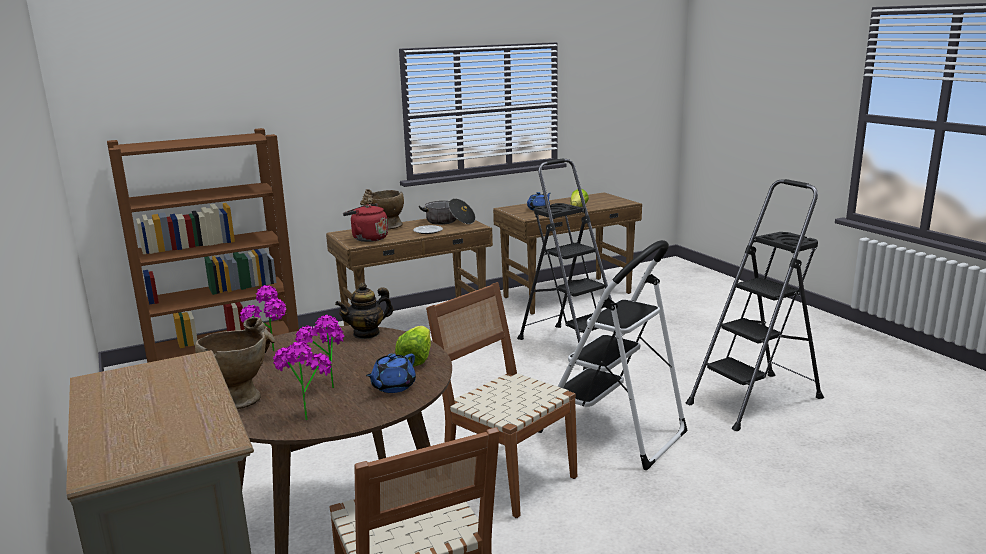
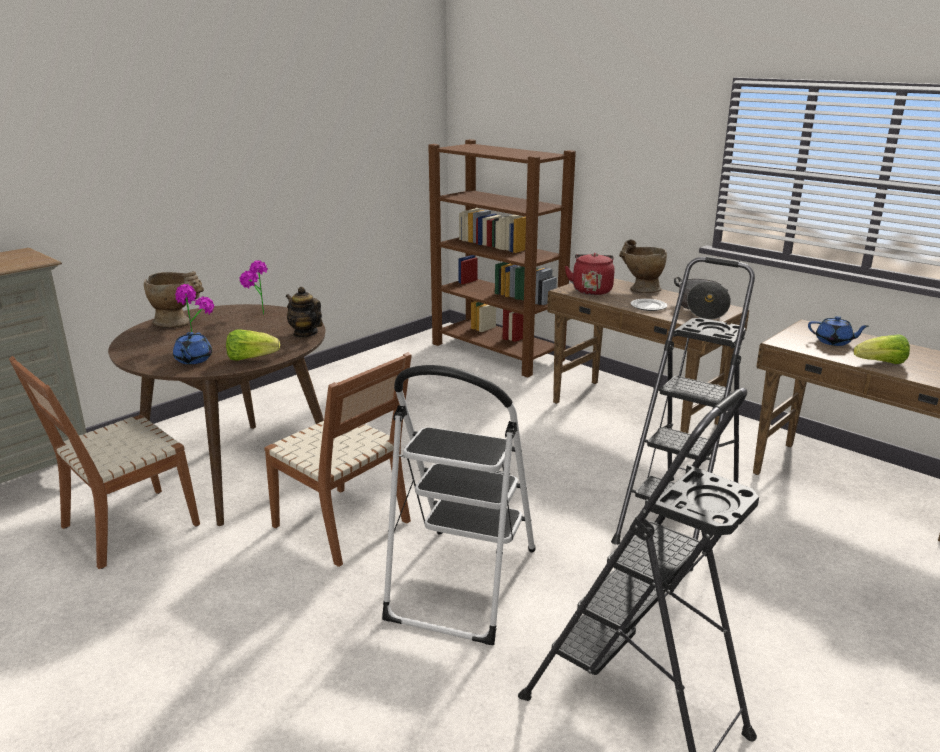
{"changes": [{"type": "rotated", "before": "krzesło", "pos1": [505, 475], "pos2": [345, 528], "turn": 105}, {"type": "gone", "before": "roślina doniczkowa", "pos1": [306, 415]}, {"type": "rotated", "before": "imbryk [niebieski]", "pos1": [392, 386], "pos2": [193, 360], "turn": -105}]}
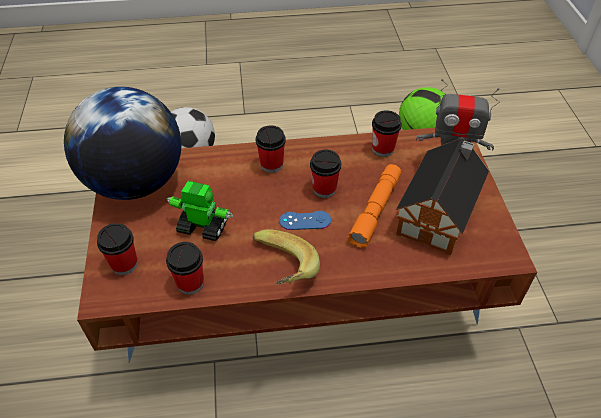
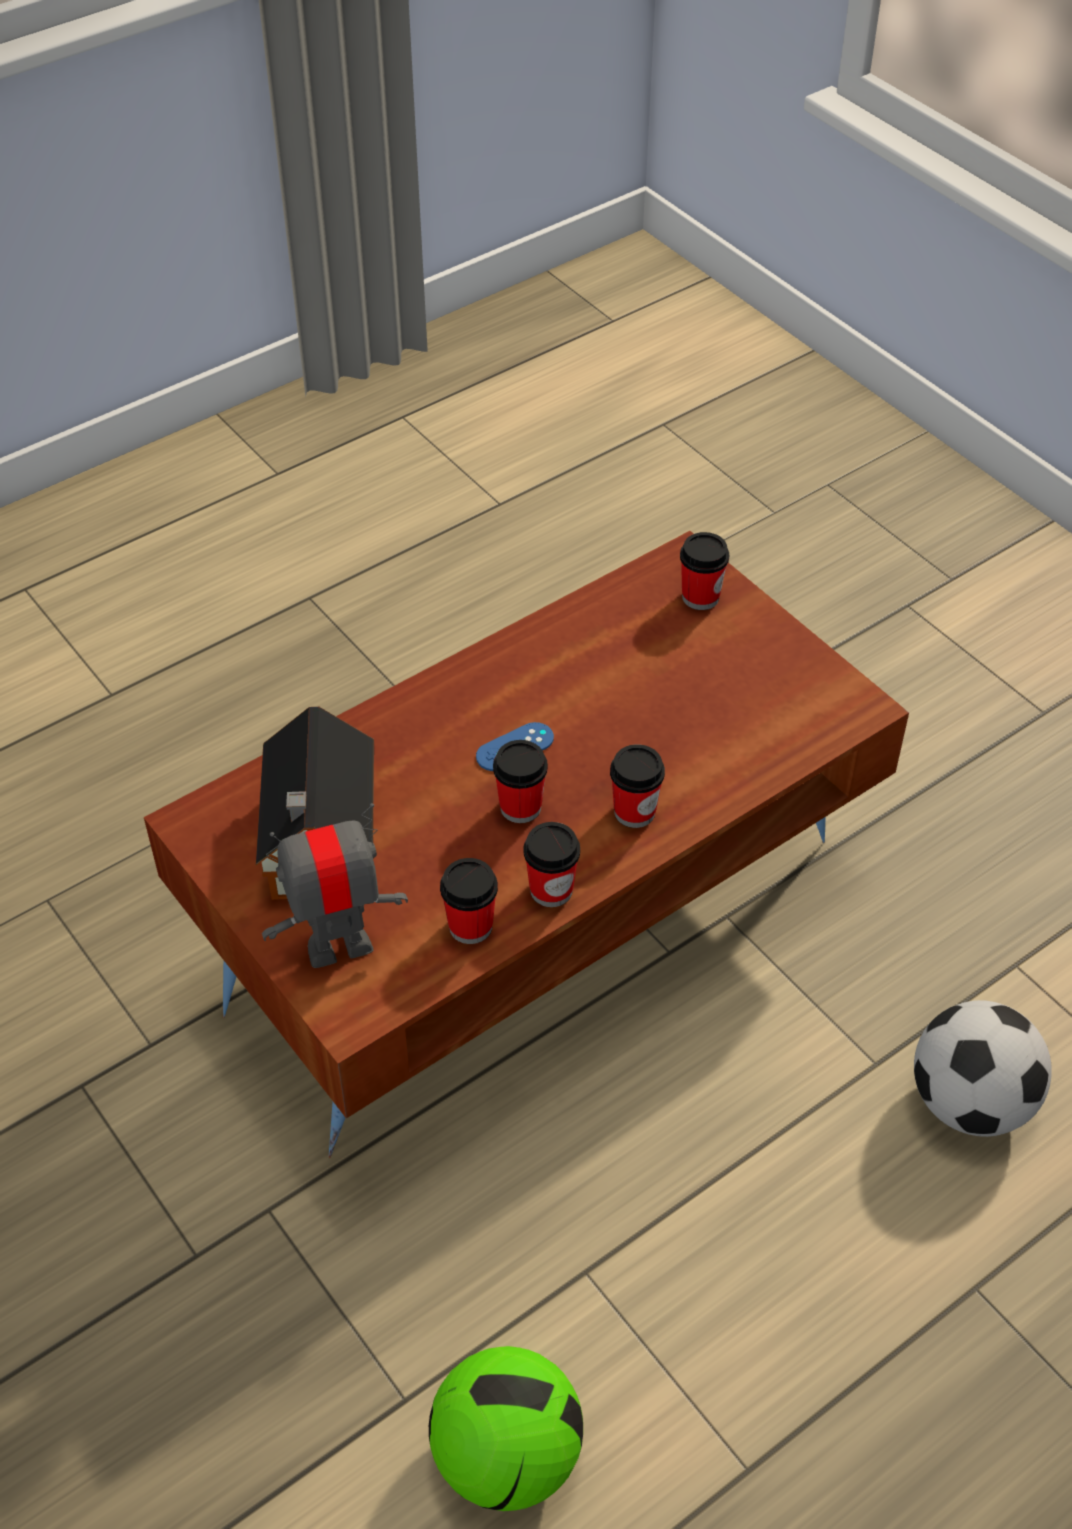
{"changes": [{"type": "gone", "before": "globus", "pos1": [136, 182]}, {"type": "gone", "before": "latarka [pomarańczowy]", "pos1": [375, 210]}, {"type": "gone", "before": "robot zabawkowy", "pos1": [203, 226]}, {"type": "gone", "before": "banan", "pos1": [280, 271]}, {"type": "shifted", "before": "filiżanka", "pos1": [190, 283], "pos2": [551, 890]}]}
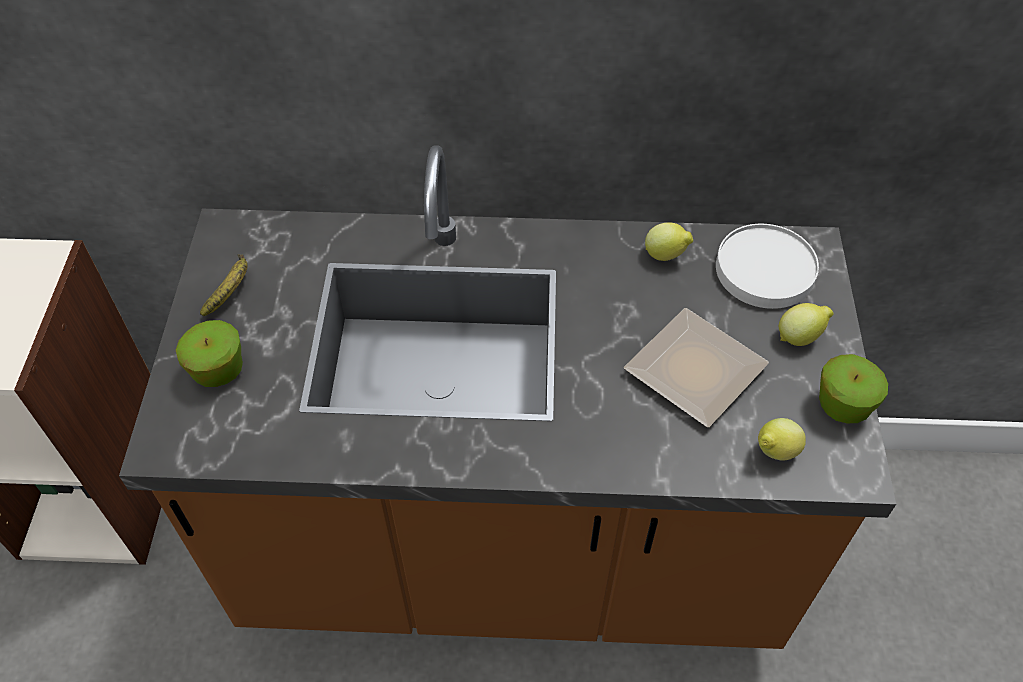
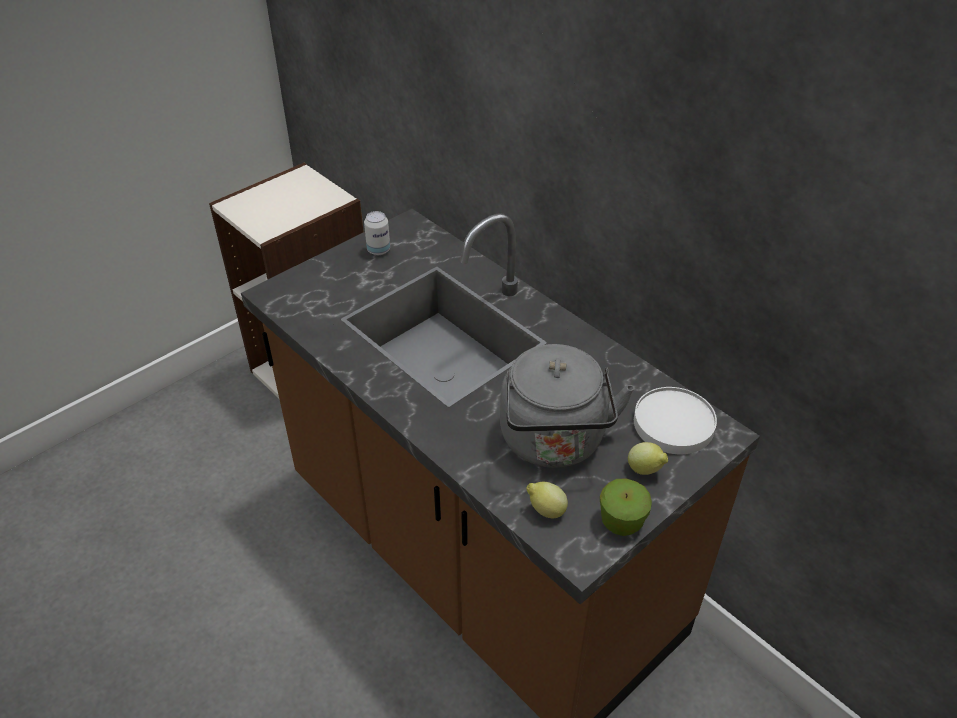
{"changes": [{"type": "gone", "before": "cytryna", "pos1": [666, 255]}, {"type": "swapped", "before": "banan", "after": "puszka", "pos1": [231, 290], "pos2": [378, 250]}, {"type": "swapped", "before": "talerz", "after": "czajnik [szary]", "pos1": [695, 375], "pos2": [554, 443]}, {"type": "gone", "before": "jabłko", "pos1": [218, 370]}]}
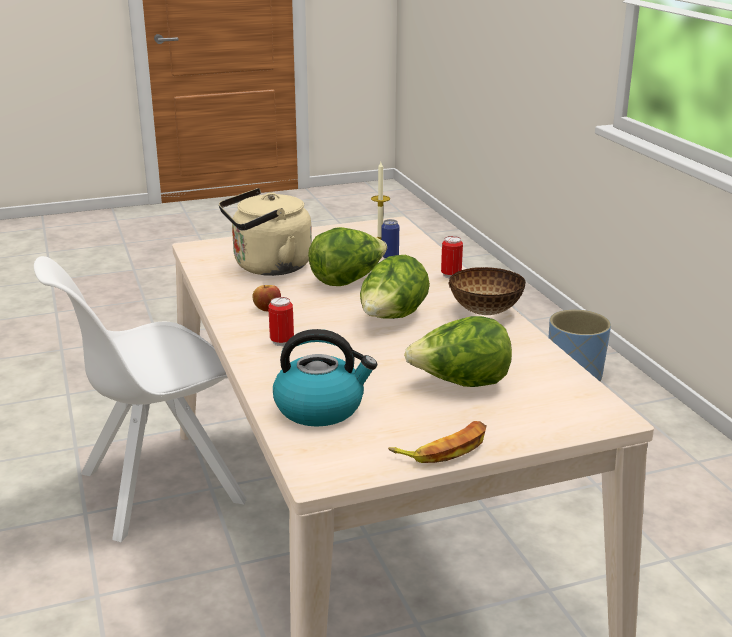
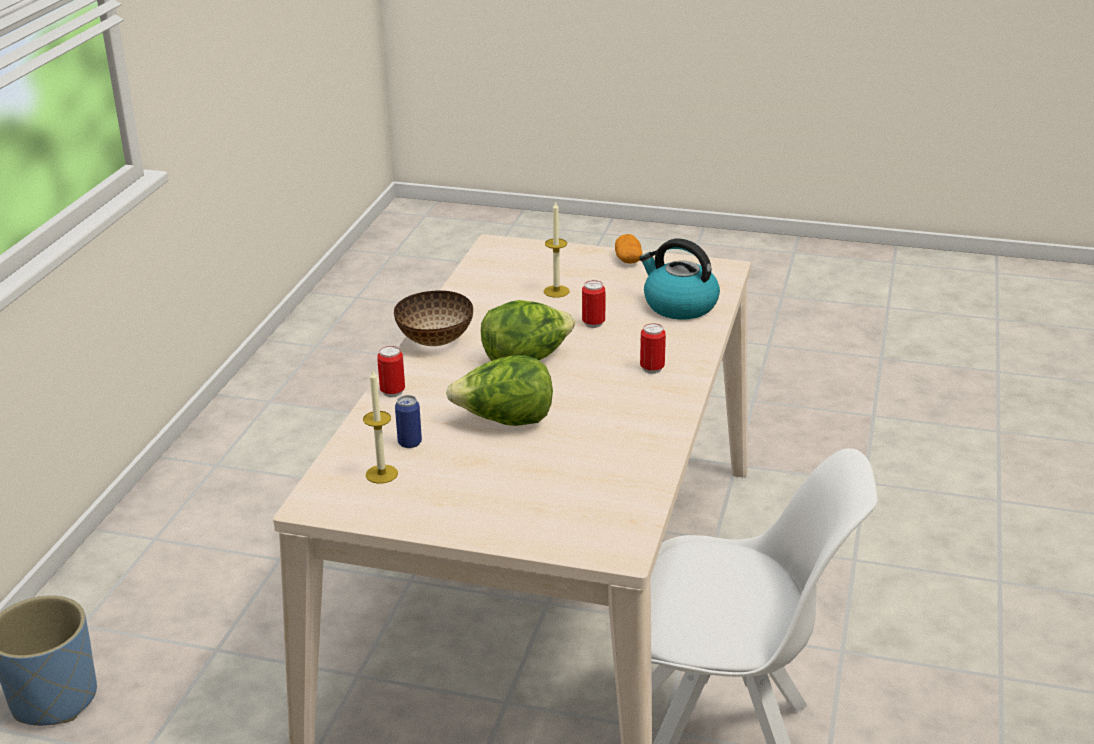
{"changes": [{"type": "gone", "before": "czajnik [beżowy]", "pos1": [268, 267]}, {"type": "gone", "before": "jabłko", "pos1": [267, 309]}, {"type": "swapped", "before": "sałata", "after": "świeca", "pos1": [460, 384], "pos2": [556, 291]}, {"type": "swapped", "before": "banan", "after": "ziemniak", "pos1": [444, 448], "pos2": [628, 260]}, {"type": "new", "after": "puszka", "pos2": [593, 323]}]}
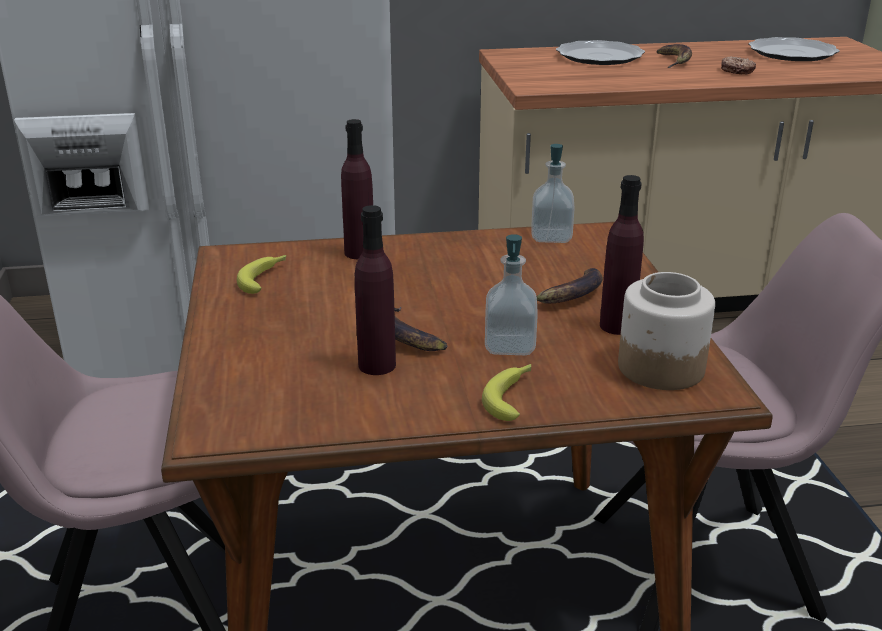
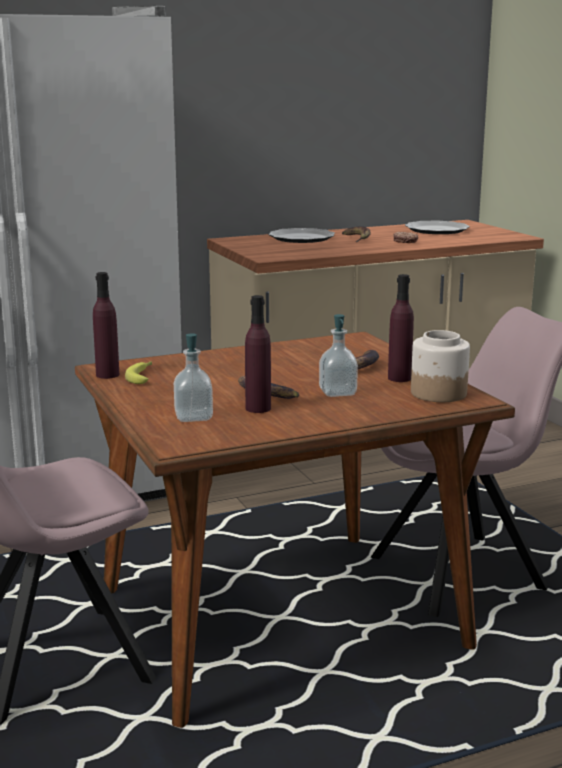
{"changes": [{"type": "shifted", "before": "butelka [fioletowy]", "pos1": [359, 253], "pos2": [107, 375]}, {"type": "shifted", "before": "dozownik mydła", "pos1": [551, 237], "pos2": [193, 417]}, {"type": "gone", "before": "banan", "pos1": [512, 397]}]}
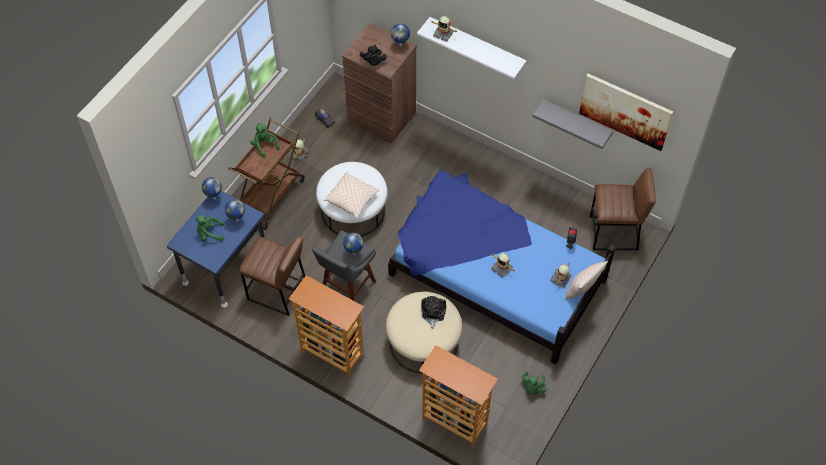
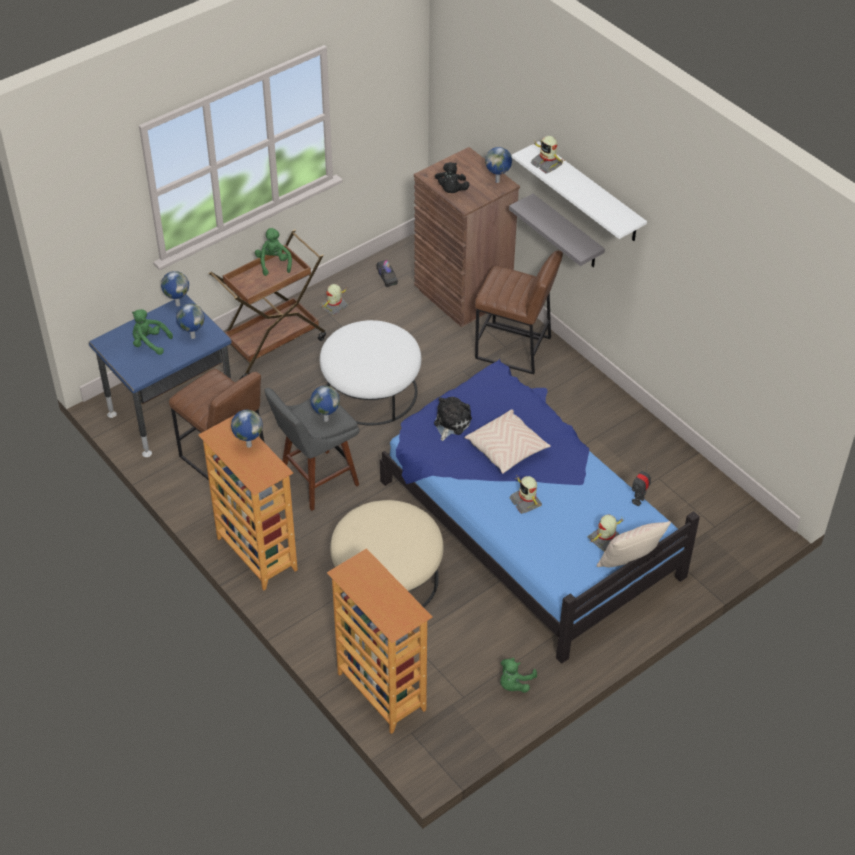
{"changes": [{"type": "gone", "before": "obraz", "pos1": [625, 111]}, {"type": "shifted", "before": "półka [szary]", "pos1": [576, 121], "pos2": [567, 232]}, {"type": "shifted", "before": "krzesło [brązowy]", "pos1": [614, 233], "pos2": [514, 348]}, {"type": "shifted", "before": "poduszka [beżowy]", "pos1": [352, 199], "pos2": [507, 449]}, {"type": "shifted", "before": "pluszak", "pos1": [433, 312], "pos2": [451, 423]}, {"type": "new", "after": "globus", "pos2": [248, 445]}]}
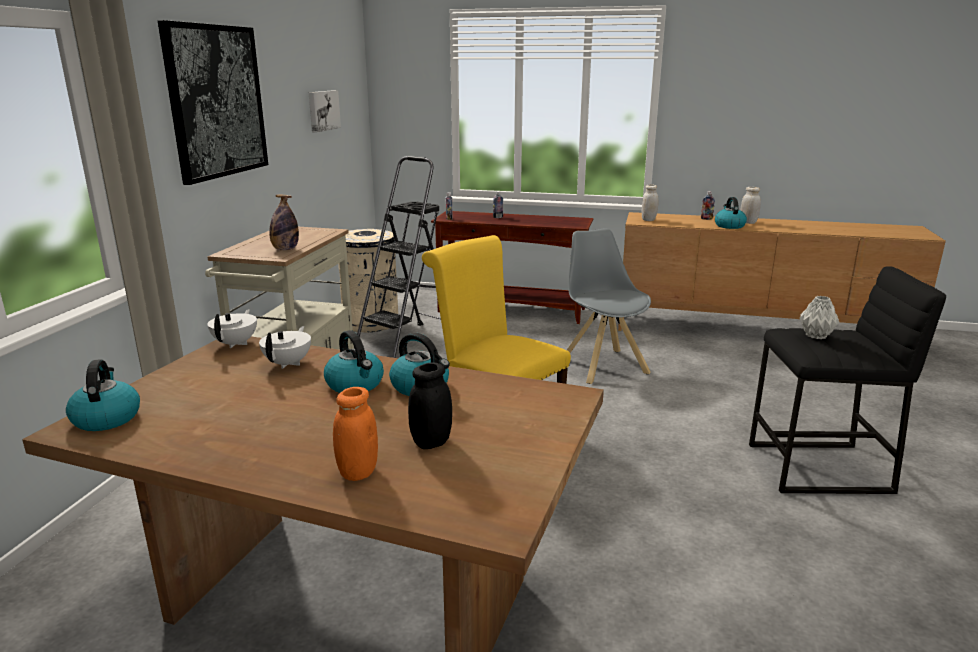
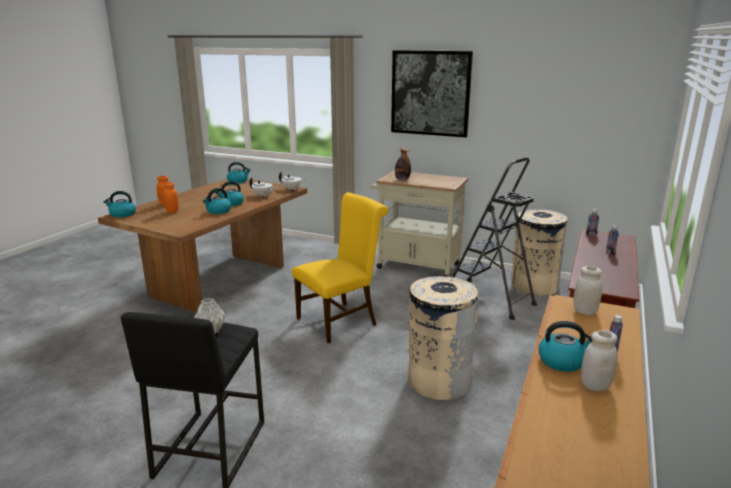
{"changes": [{"type": "gone", "before": "obraz", "pos1": [322, 110]}, {"type": "swapped", "before": "krzesło [szary]", "after": "kosz na śmieci [beżowy]", "pos1": [603, 365], "pos2": [439, 381]}, {"type": "repainted", "before": "słoik [czarny]", "after": "słoik [pomarańczowy]", "pos1": [431, 442], "pos2": [172, 211]}, {"type": "new", "after": "czajnik", "pos2": [122, 214]}]}
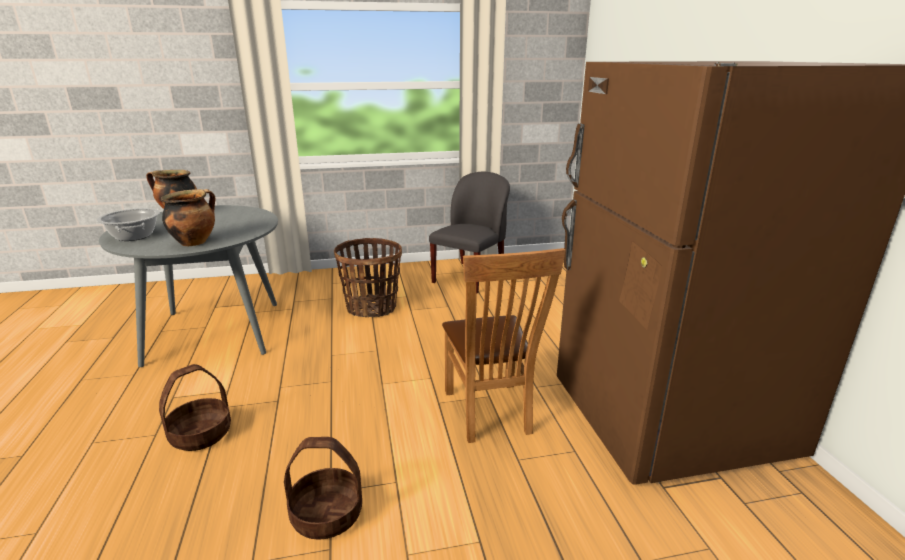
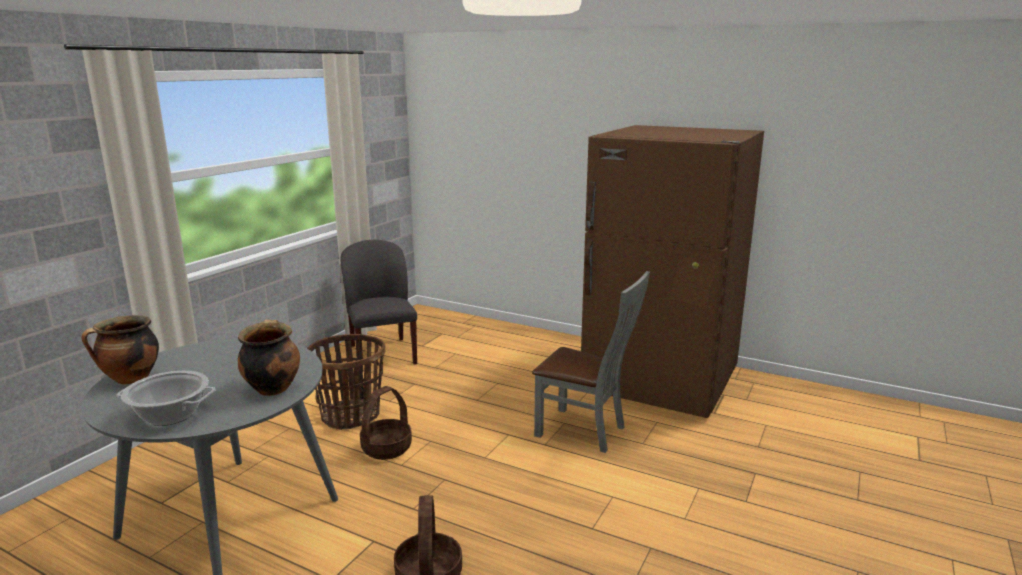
{"changes": [{"type": "repainted", "before": "krzesło [brązowy]", "after": "krzesło [szary]", "pos1": [490, 415], "pos2": [586, 432]}, {"type": "shifted", "before": "koszyk", "pos1": [327, 514], "pos2": [386, 448]}]}
